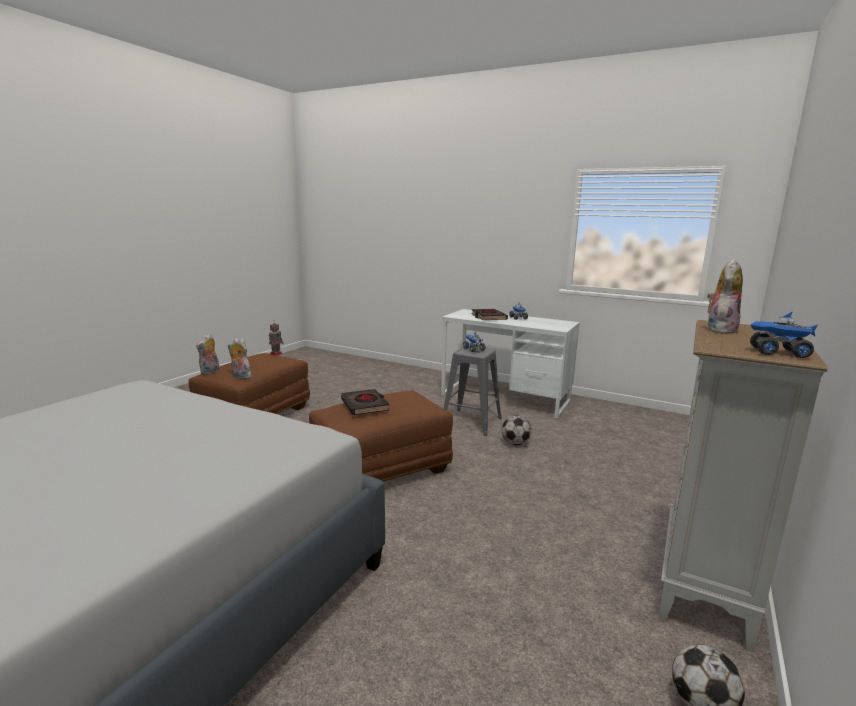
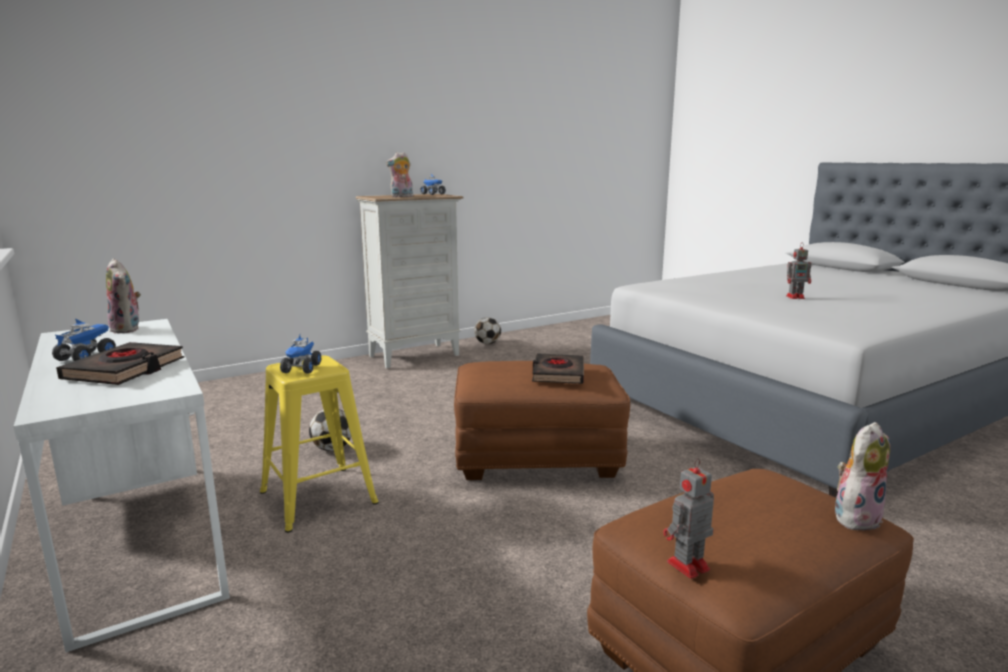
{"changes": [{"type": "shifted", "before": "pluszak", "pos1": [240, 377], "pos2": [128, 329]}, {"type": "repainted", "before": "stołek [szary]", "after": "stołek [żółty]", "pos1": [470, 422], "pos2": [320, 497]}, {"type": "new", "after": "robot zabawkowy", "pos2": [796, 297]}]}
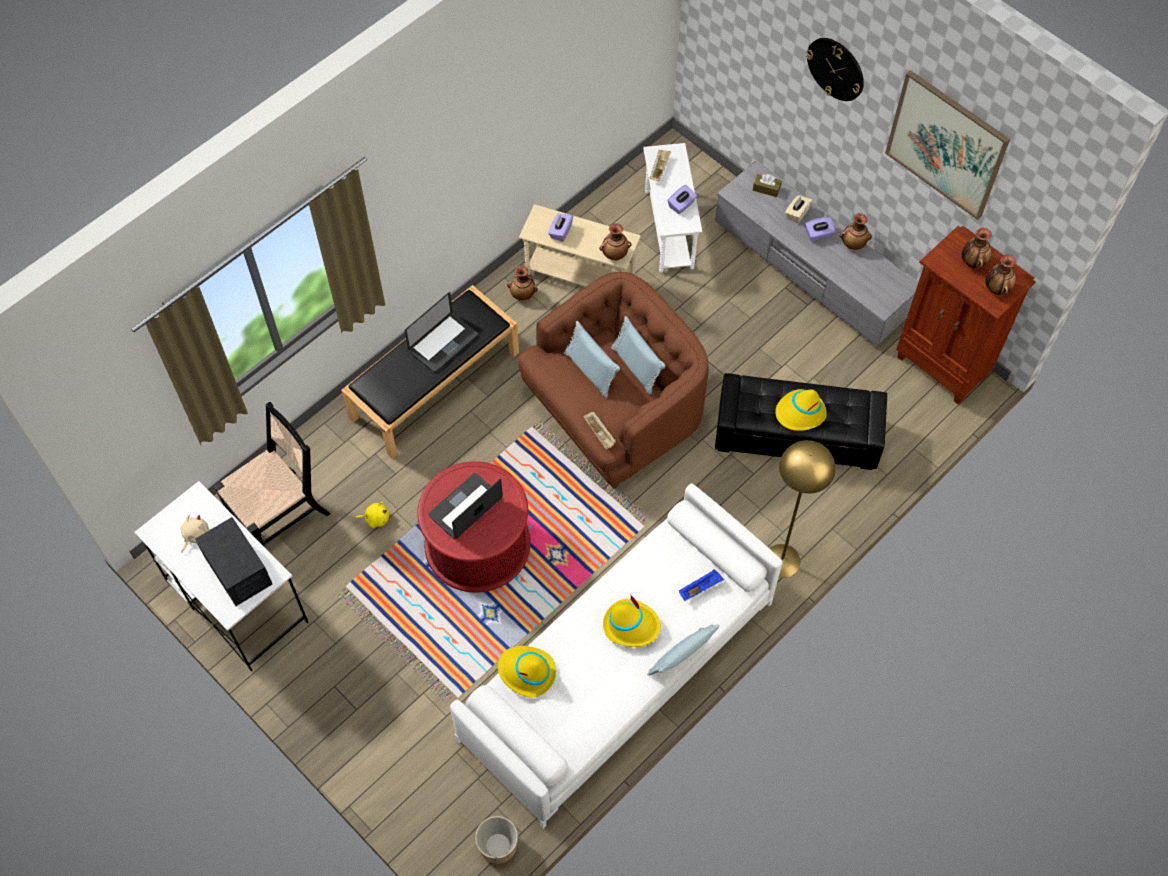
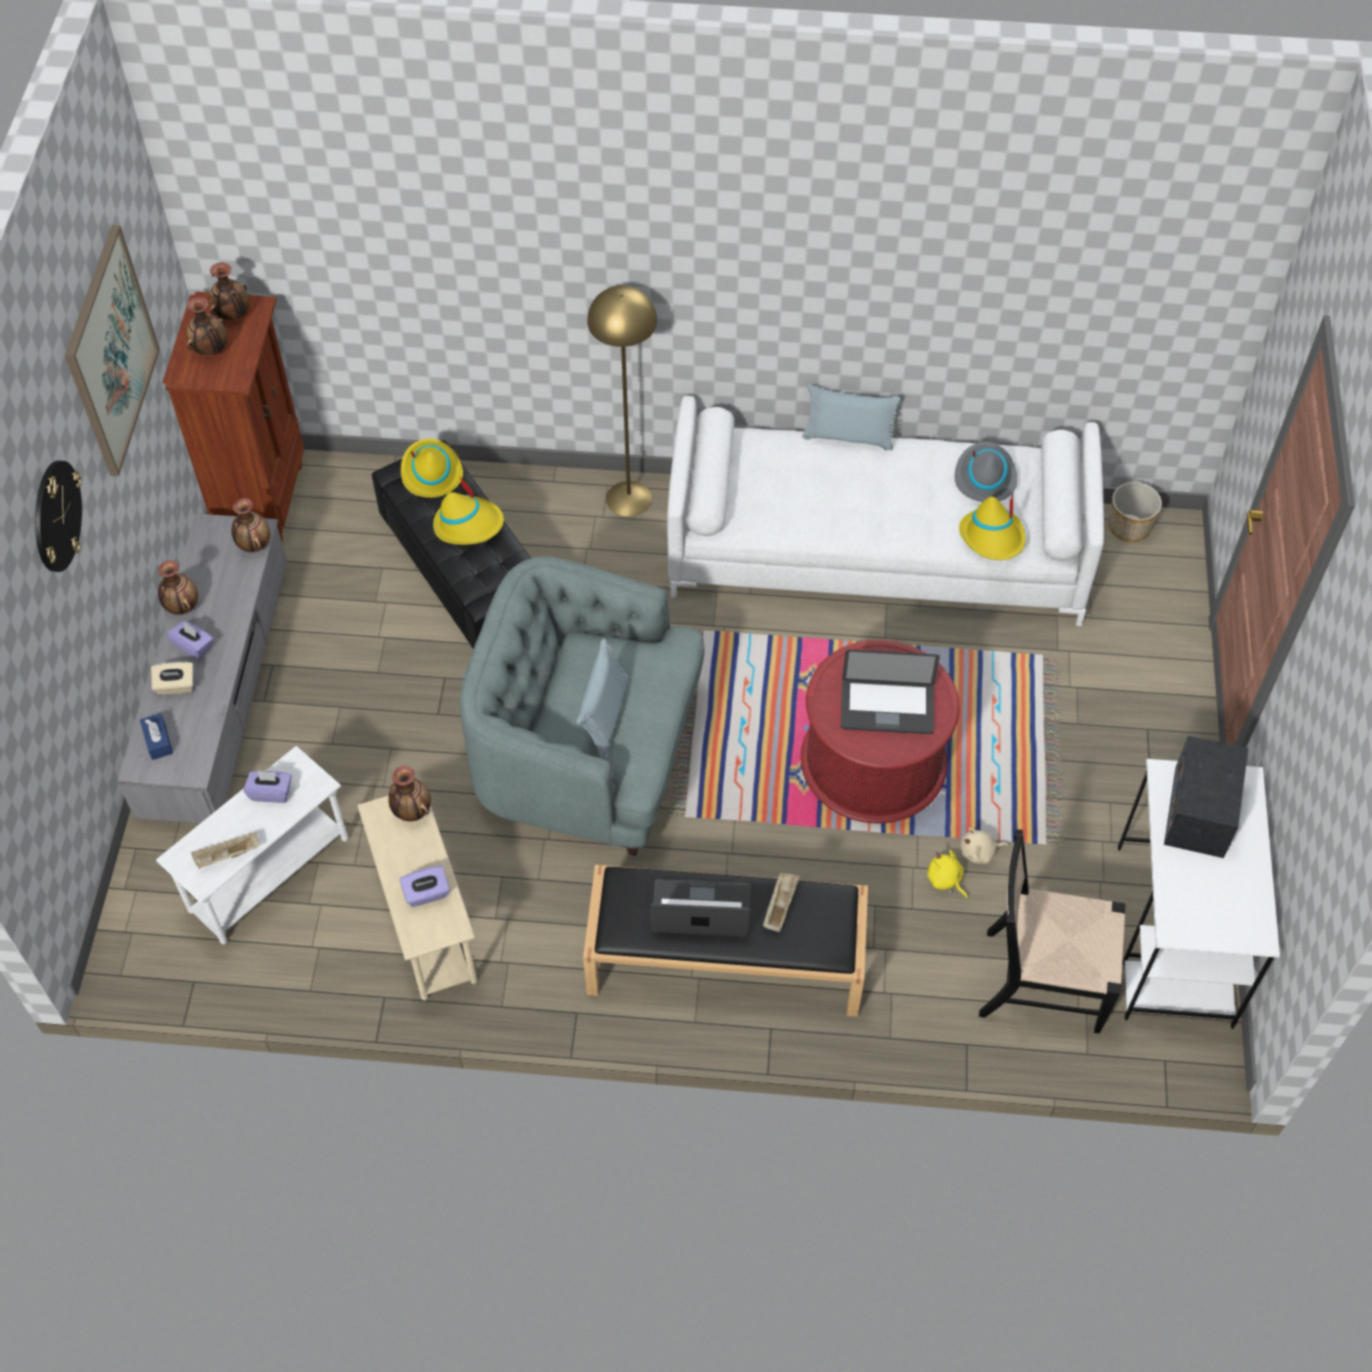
{"changes": [{"type": "repainted", "before": "pudełko chusteczek [brązowy]", "after": "pudełko chusteczek [niebieski]", "pos1": [766, 189], "pos2": [158, 741]}, {"type": "shifted", "before": "wazon", "pos1": [523, 294], "pos2": [254, 544]}, {"type": "repainted", "before": "fotel [brązowy]", "after": "fotel [szary]", "pos1": [614, 411], "pos2": [589, 752]}, {"type": "gone", "before": "poduszka [niebieski]", "pos1": [637, 367]}, {"type": "shifted", "before": "taca [beżowy]", "pos1": [600, 434], "pos2": [780, 906]}, {"type": "shifted", "before": "pluszak [beżowy]", "pos1": [195, 535], "pos2": [979, 852]}, {"type": "gone", "before": "taca [niebieski]", "pos1": [700, 588]}, {"type": "shifted", "before": "kapelusz [żółty]", "pos1": [631, 625], "pos2": [431, 472]}, {"type": "new", "after": "kapelusz [szary]", "pos2": [984, 477]}]}
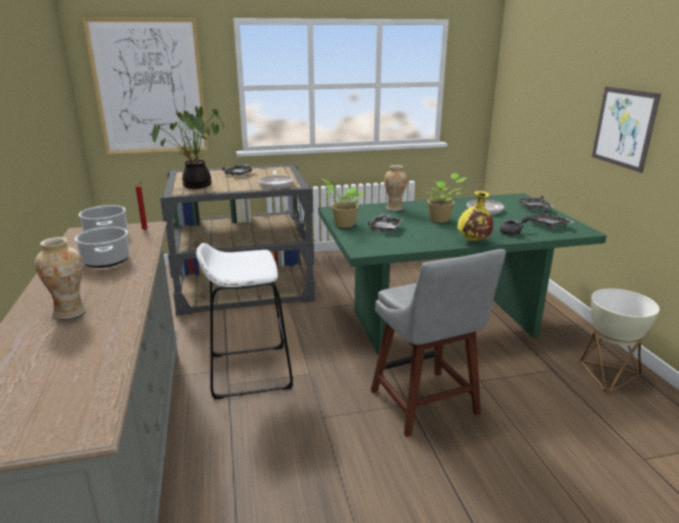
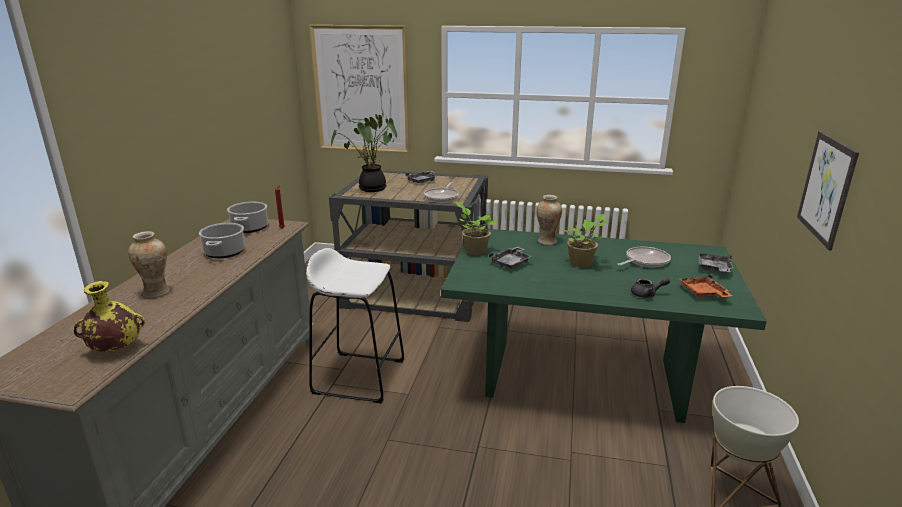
{"changes": [{"type": "shifted", "before": "wazon [żółty]", "pos1": [473, 241], "pos2": [115, 349]}, {"type": "repainted", "before": "taca [szary]", "after": "taca [pomarańczowy]", "pos1": [548, 225], "pos2": [703, 293]}, {"type": "gone", "before": "krzesło [szary]", "pos1": [426, 405]}]}
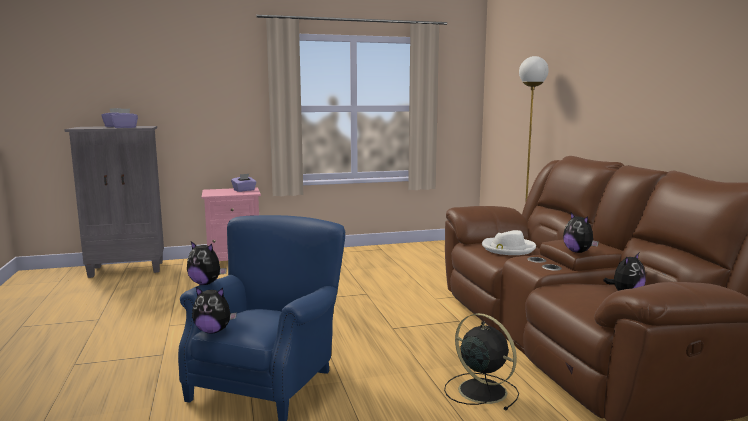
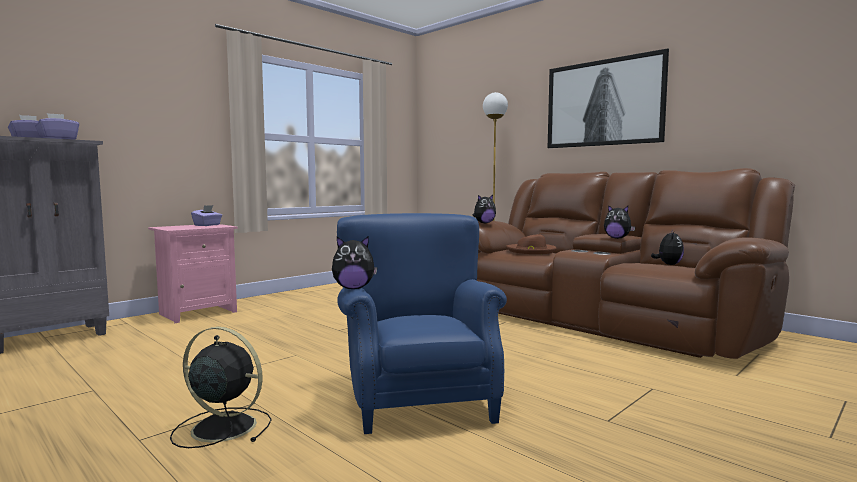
{"changes": [{"type": "repainted", "before": "kapelusz [biały]", "after": "kapelusz [brązowy]", "pos1": [508, 248], "pos2": [531, 251]}, {"type": "shifted", "before": "pluszak", "pos1": [213, 331], "pos2": [484, 223]}, {"type": "shifted", "before": "wentylator [czarny]", "pos1": [480, 390], "pos2": [221, 427]}, {"type": "new", "after": "obraz", "pos2": [603, 103]}]}
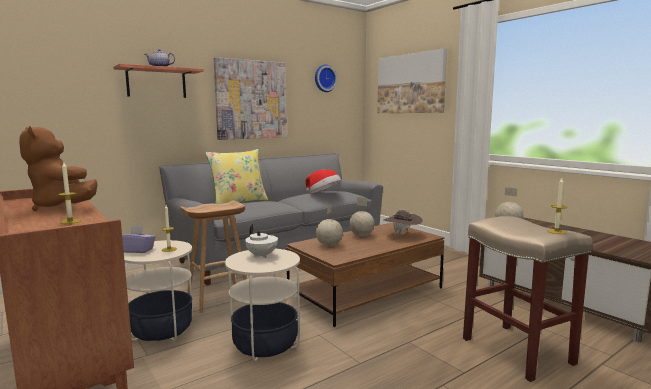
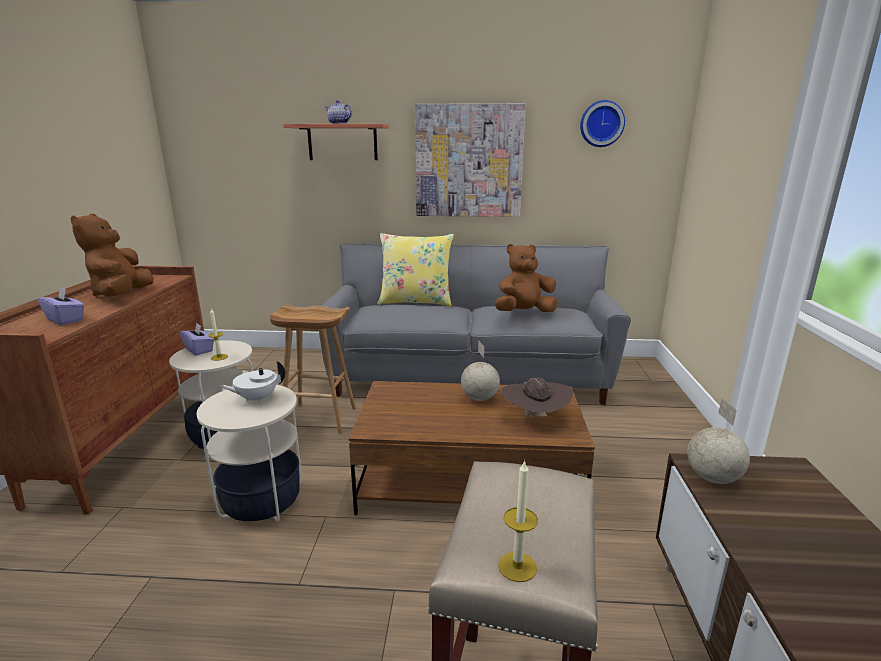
{"changes": [{"type": "gone", "before": "obraz", "pos1": [410, 83]}, {"type": "swapped", "before": "świeca", "after": "pudełko chusteczek [fioletowy]", "pos1": [70, 221], "pos2": [66, 319]}, {"type": "swapped", "before": "kapelusz", "after": "pluszak [brązowy]", "pos1": [323, 194], "pos2": [524, 313]}, {"type": "gone", "before": "globus", "pos1": [329, 245]}, {"type": "rotated", "before": "imbryk [biały]", "pos1": [261, 256], "pos2": [257, 398], "turn": 60}]}
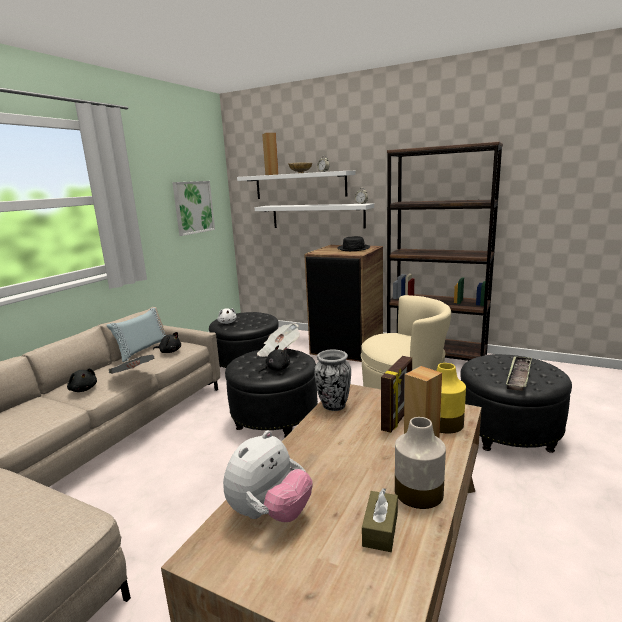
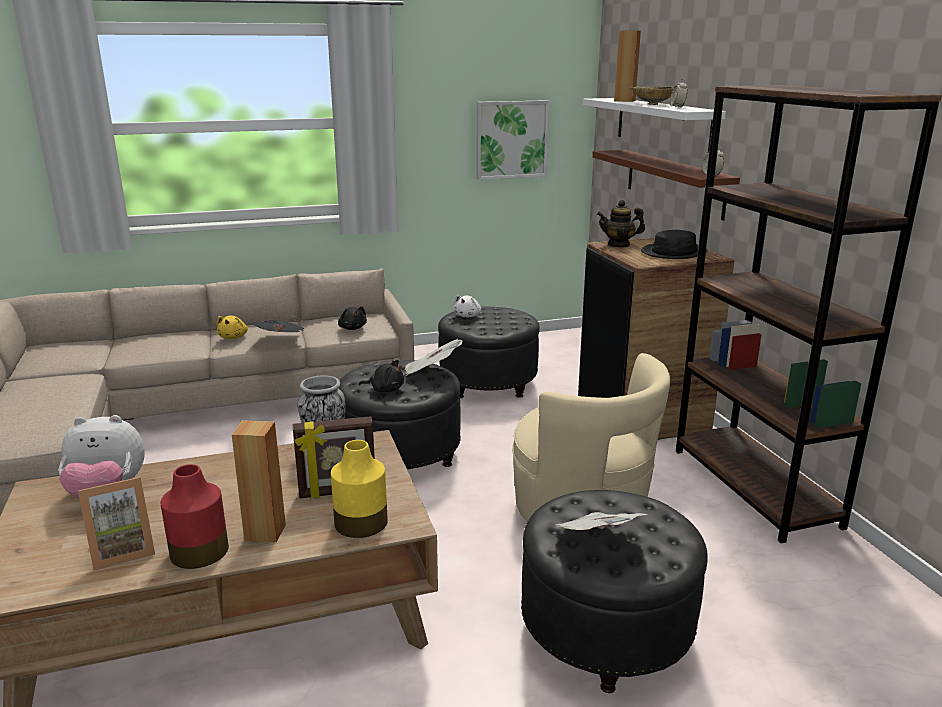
{"changes": [{"type": "repainted", "before": "półka [biały]", "after": "półka [brązowy]", "pos1": [317, 216], "pos2": [673, 182]}, {"type": "gone", "before": "poduszka [niebieski]", "pos1": [142, 350]}, {"type": "swapped", "before": "taca", "after": "gazeta", "pos1": [518, 376], "pos2": [598, 540]}, {"type": "repainted", "before": "pluszak [czarny]", "after": "pluszak [żółty]", "pos1": [83, 389], "pos2": [233, 337]}, {"type": "repainted", "before": "wazon [beżowy]", "after": "wazon [czerwony]", "pos1": [418, 491], "pos2": [199, 550]}, {"type": "swapped", "before": "pudełko chusteczek [brązowy]", "after": "ramka na zdjęcie", "pos1": [380, 529], "pos2": [123, 551]}, {"type": "new", "after": "imbryk", "pos2": [619, 244]}]}
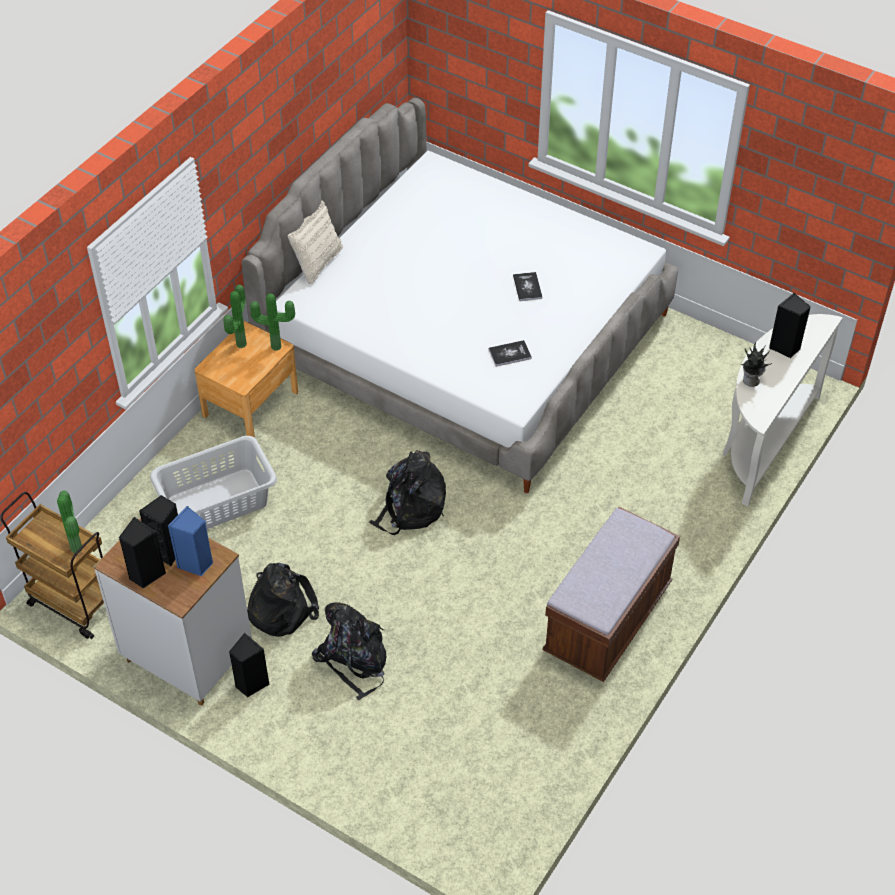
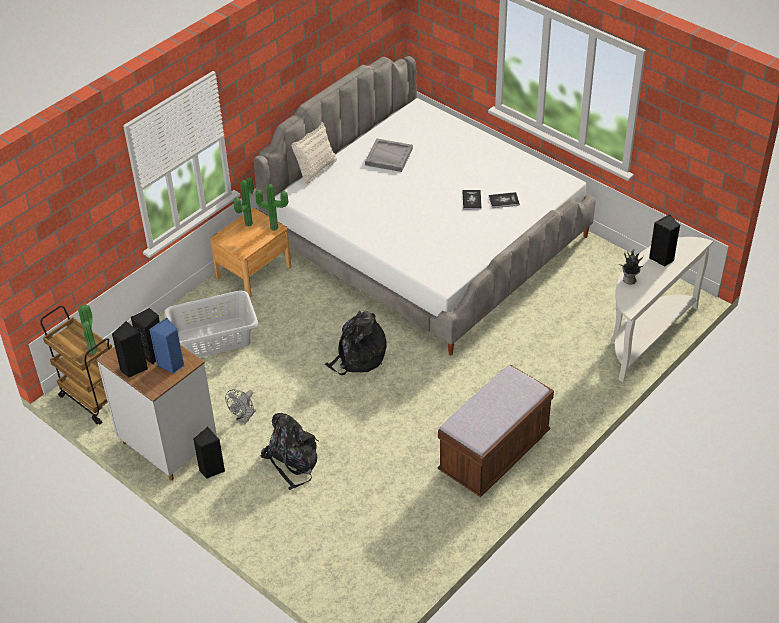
{"changes": [{"type": "shifted", "before": "książka", "pos1": [510, 354], "pos2": [504, 201]}, {"type": "swapped", "before": "plecak [czarny]", "after": "wentylator [szary]", "pos1": [279, 608], "pos2": [244, 418]}, {"type": "new", "after": "taca [szary]", "pos2": [388, 157]}]}
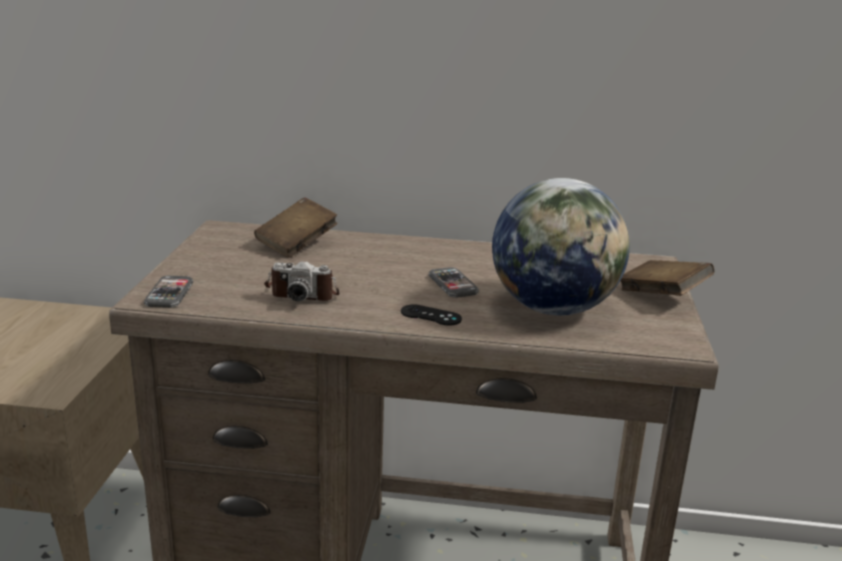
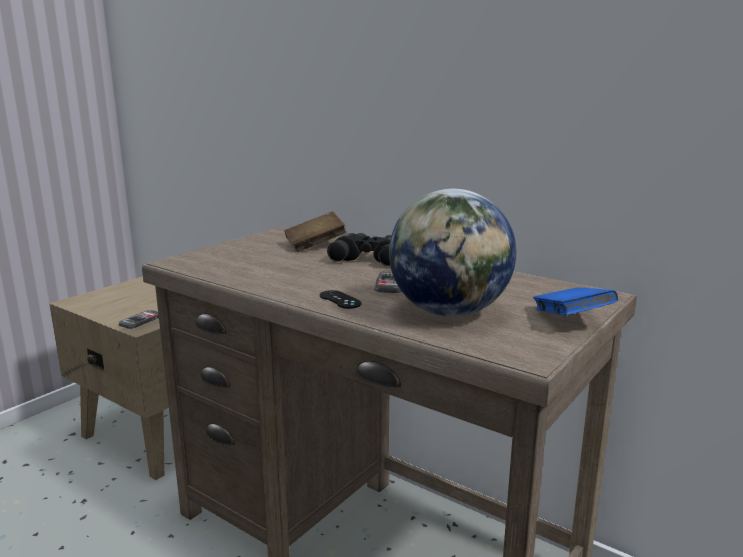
{"changes": [{"type": "repainted", "before": "książka [brązowy]", "after": "książka [niebieski]", "pos1": [662, 296], "pos2": [570, 320]}, {"type": "gone", "before": "aparat fotograficzny", "pos1": [303, 293]}, {"type": "shifted", "before": "telefon", "pos1": [169, 294], "pos2": [140, 321]}, {"type": "new", "after": "lornetka [czarny]", "pos2": [369, 259]}]}
